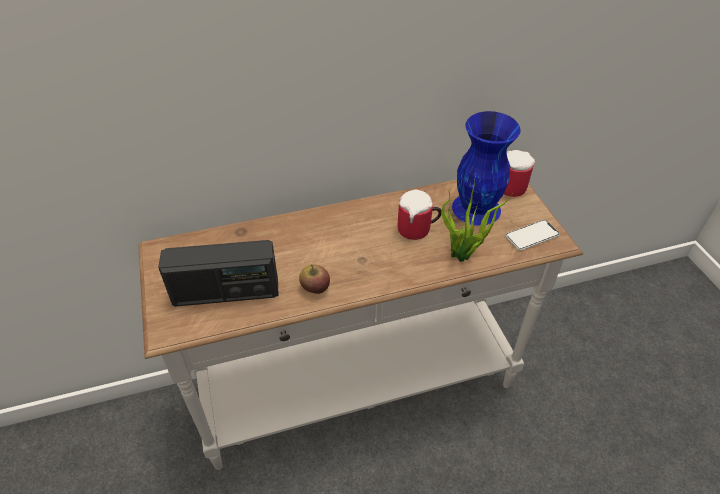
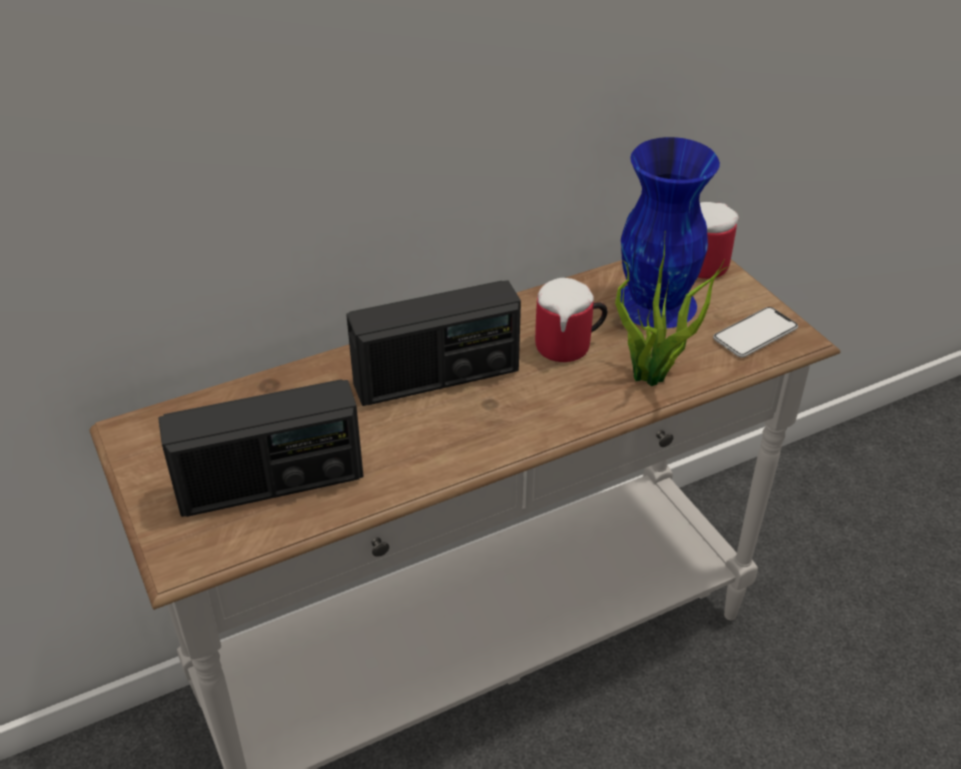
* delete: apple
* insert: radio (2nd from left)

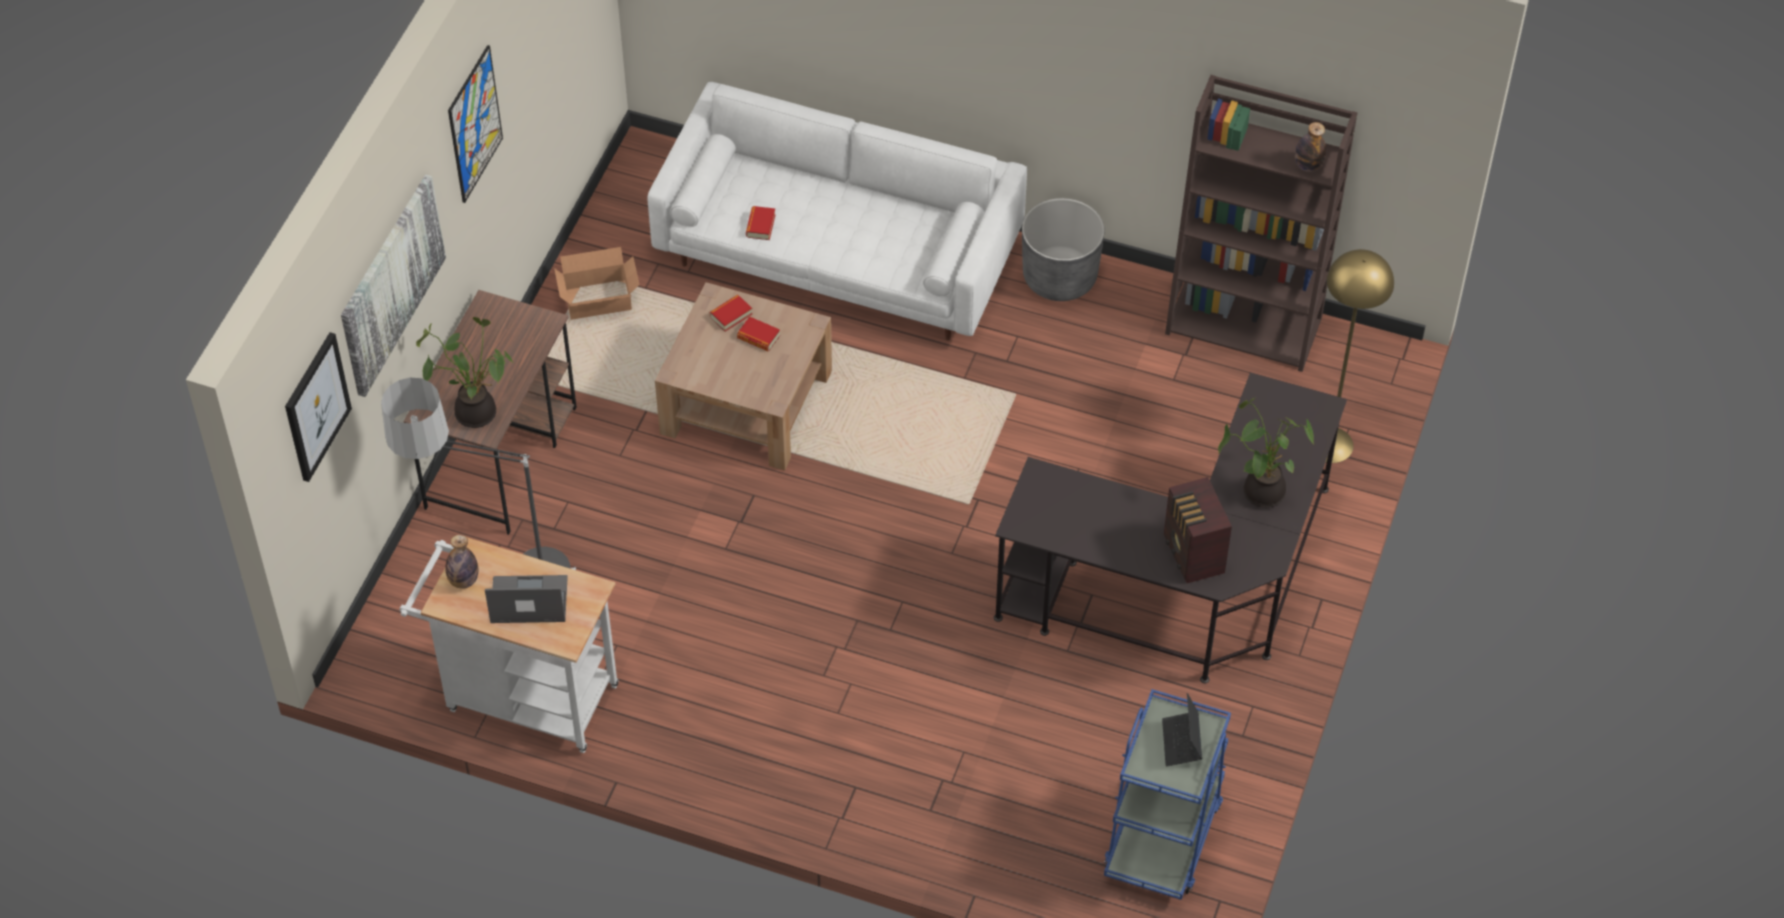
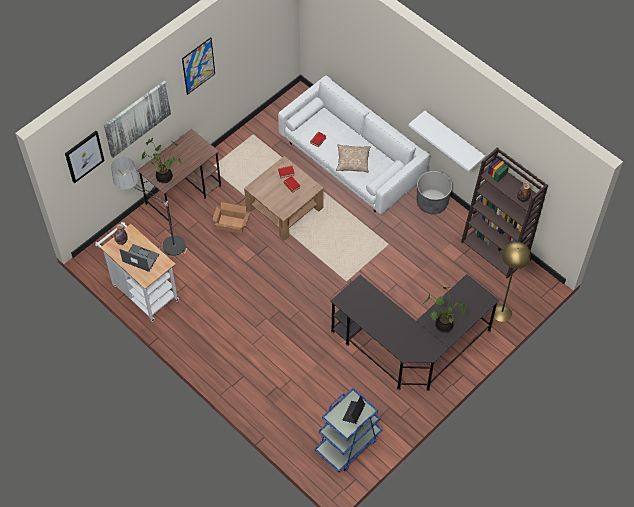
* delete: radio
* insert: pillow
* insert: white_shelf
* move: carton

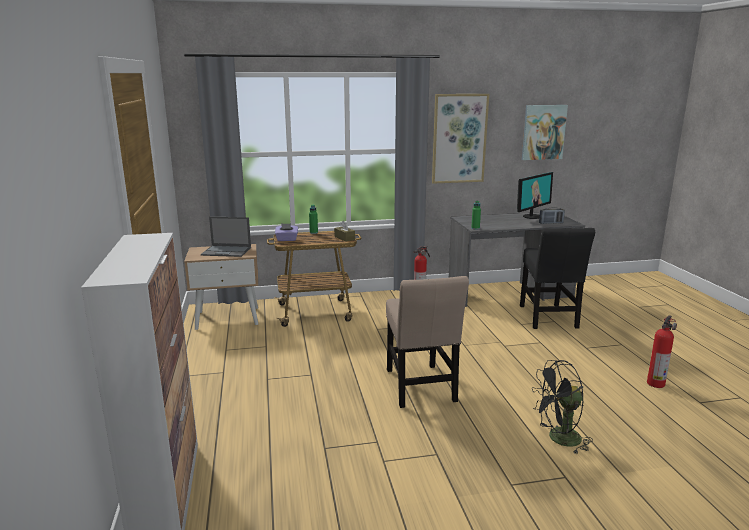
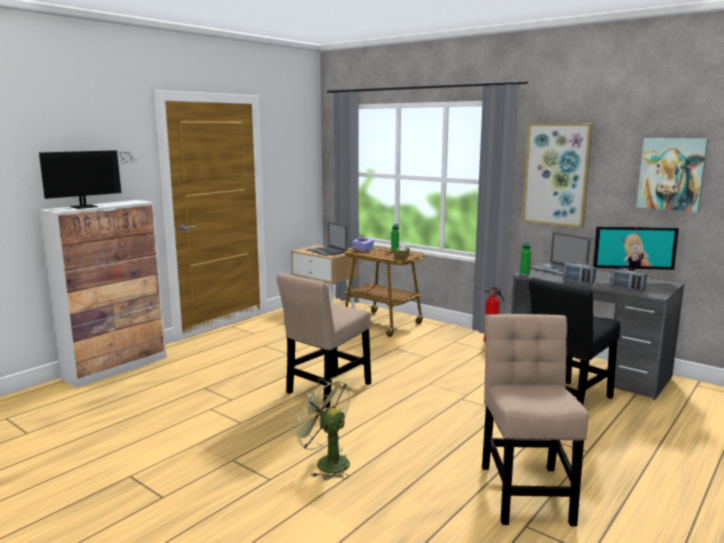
* insert: computer_display (1st from left)
* insert: portable_computer (2nd from left)
* insert: radio (1st from left)
* replace: fire_extinguisher (2nd from left) to sand-coloured_chair (2nd from left)
* recolor: black-coloured_fan to green_fan

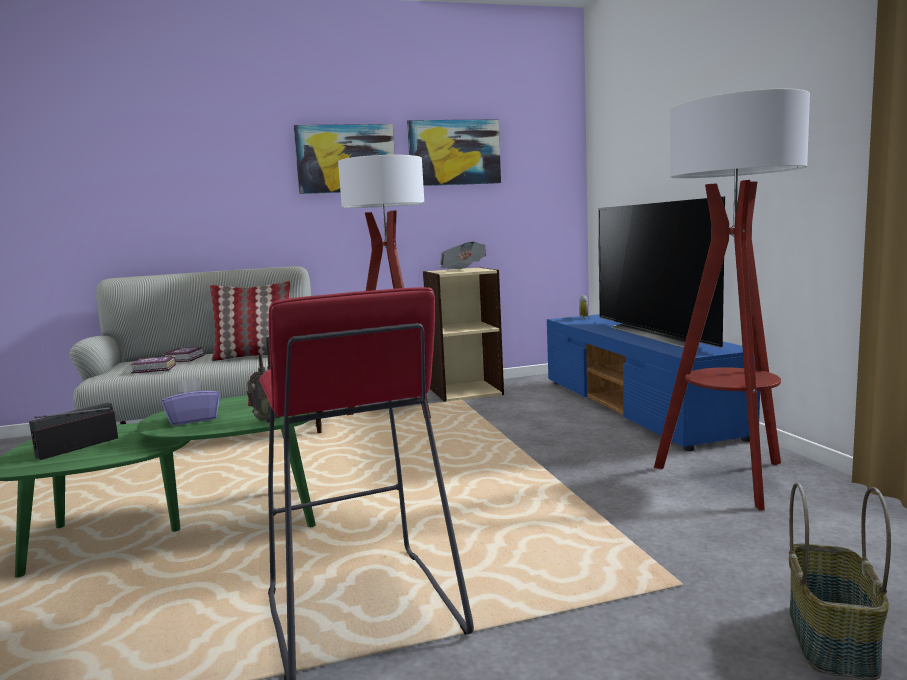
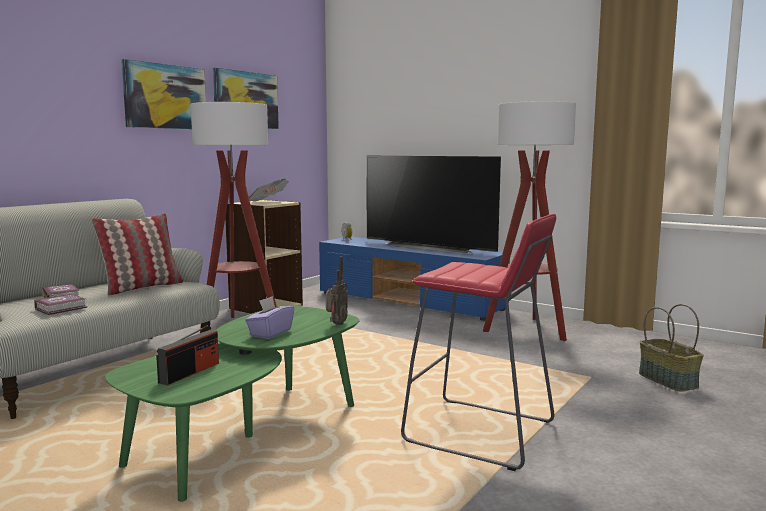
* rotate: radio (1st from left) 150 degrees counterclockwise

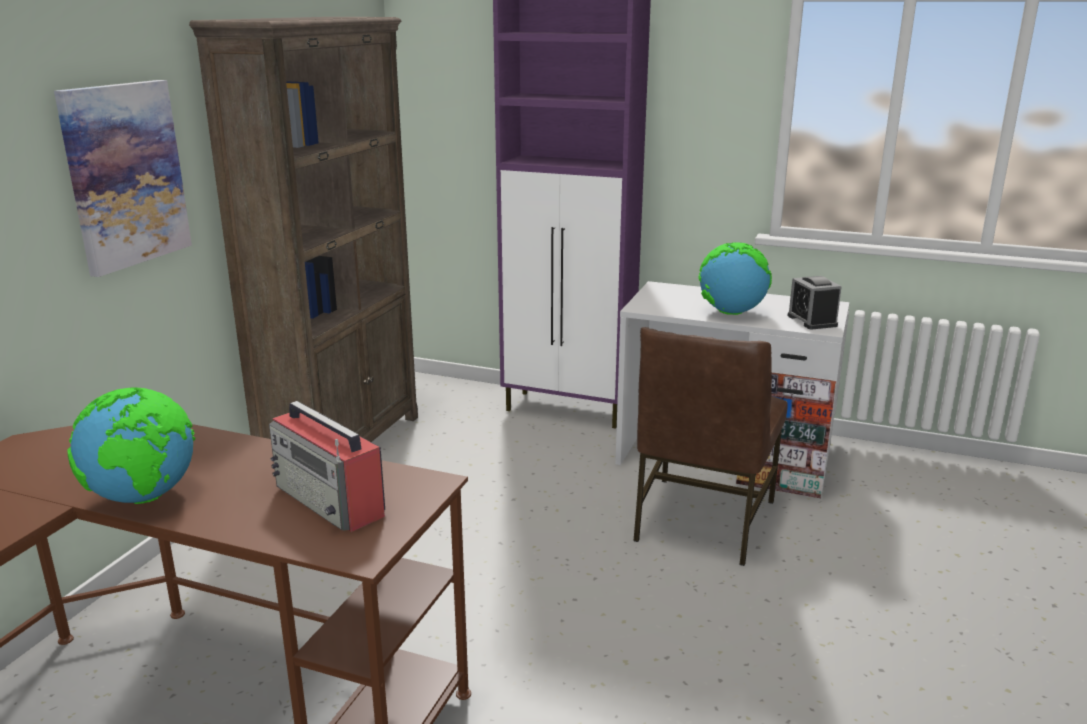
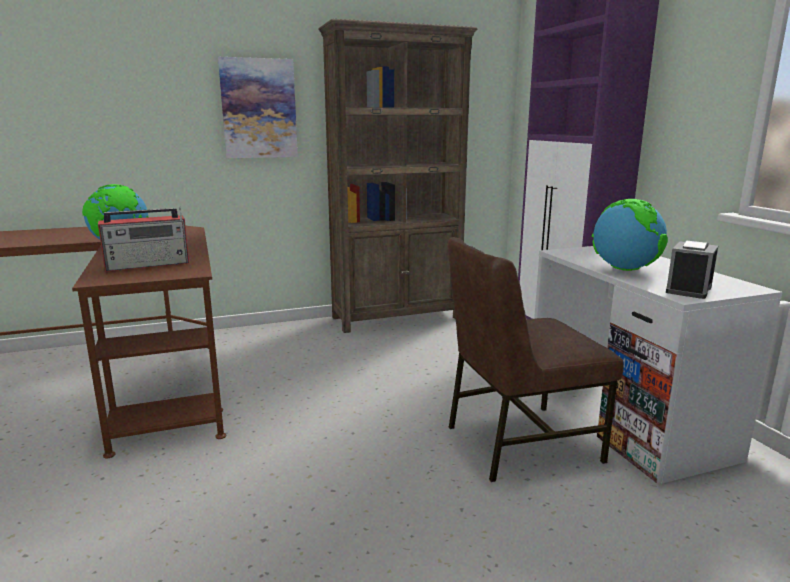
* rotate: radio 120 degrees counterclockwise

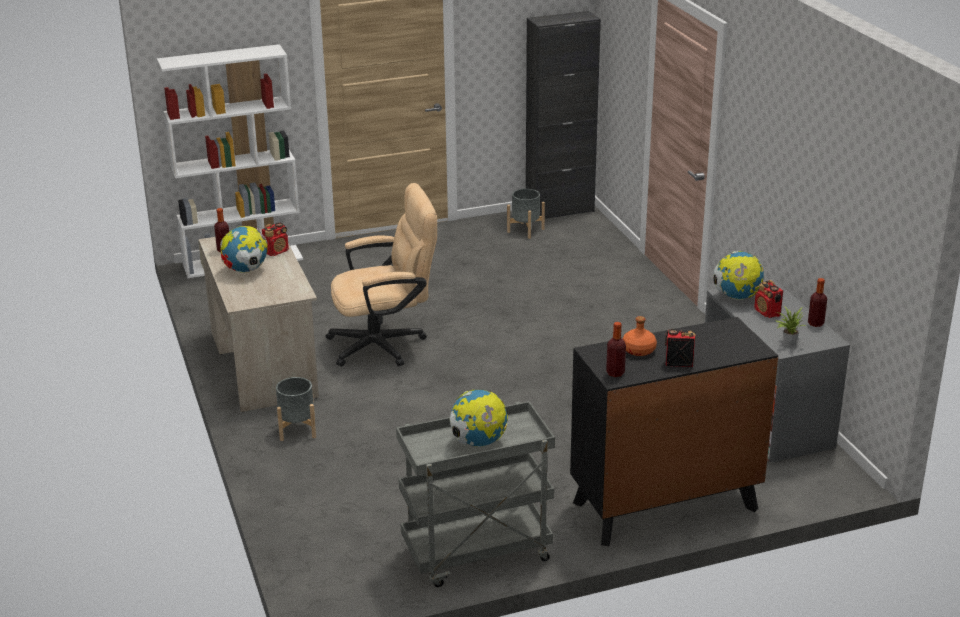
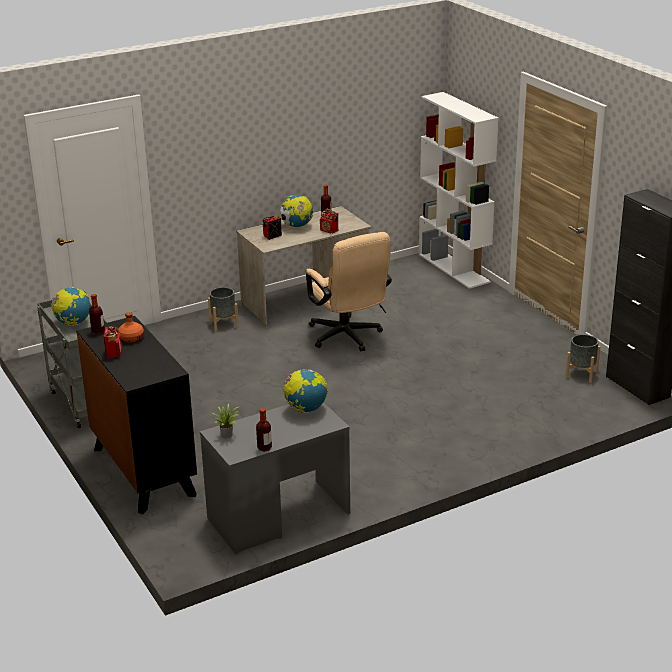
* move: radio (3rd from left in the first image) to radio (2nd from left)

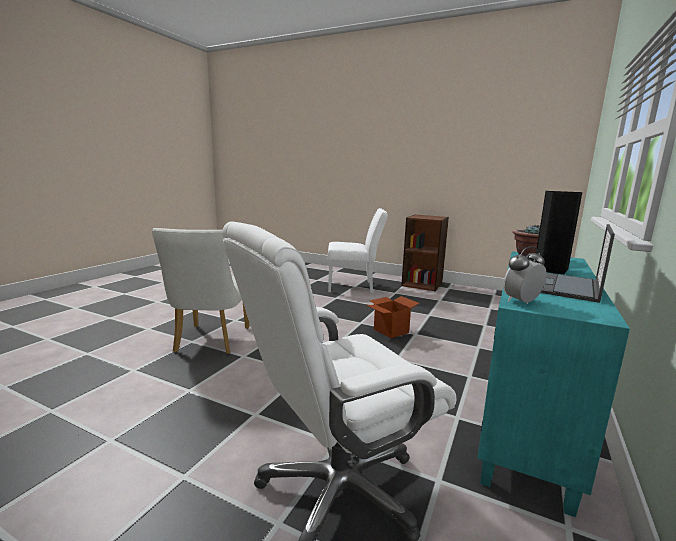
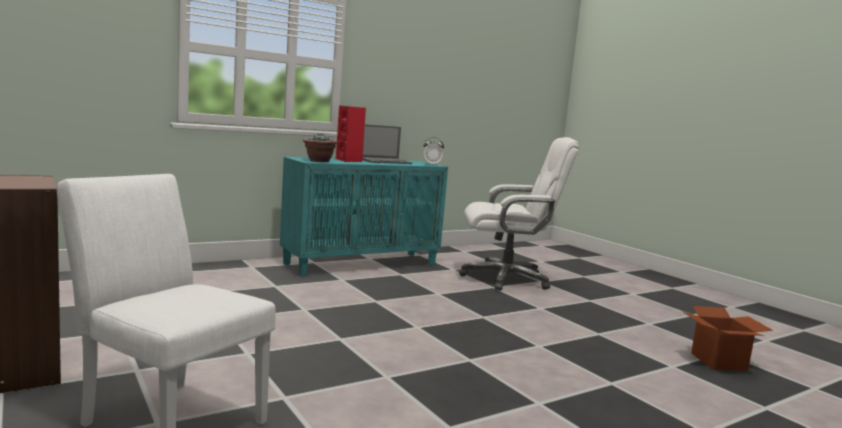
* delete: white_chair (1st from left)
* move: carton
* recolor: black-coloured_loudspeaker to red_loudspeaker

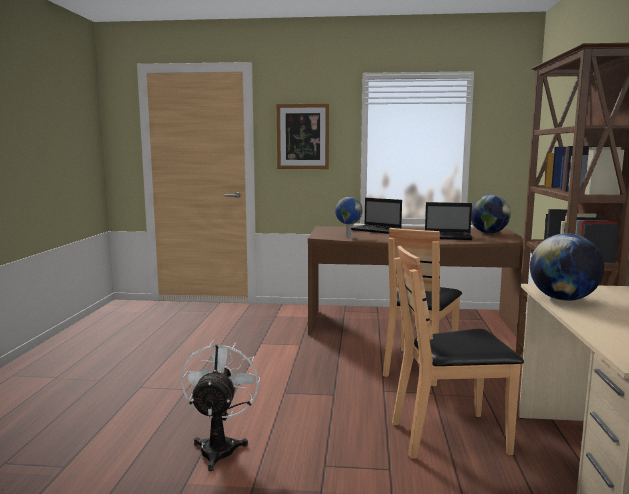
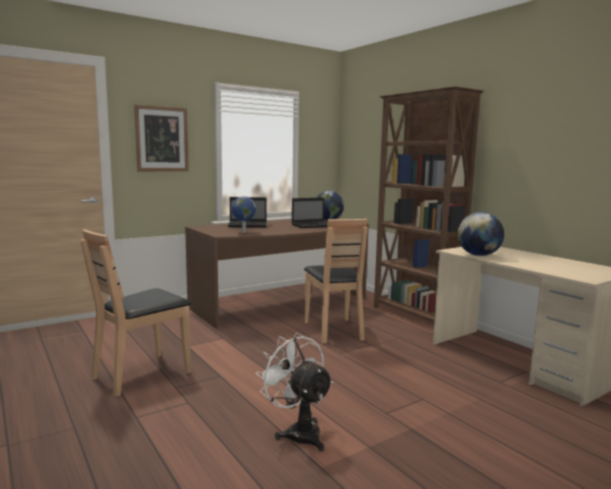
* move: brown_chair (2nd from left in the first image) to brown_chair (1st from left)

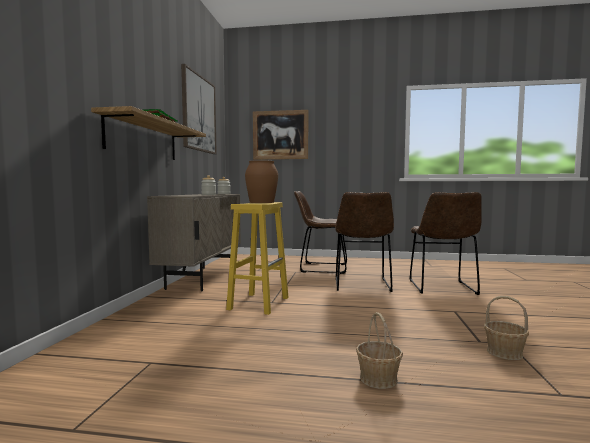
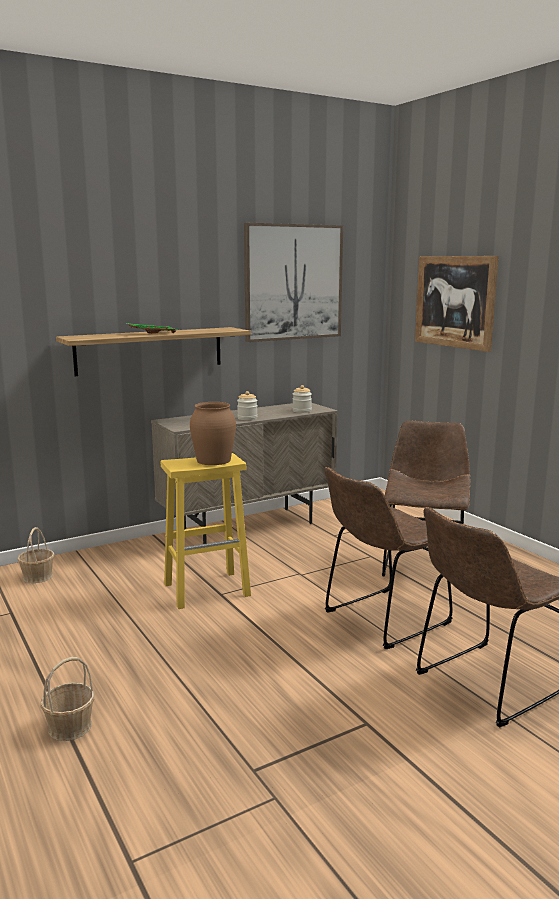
* move: storage_basket (2nd from left in the first image) to storage_basket (1st from left)
* rotate: brown_chair (1st from left in the first image) 45 degrees clockwise

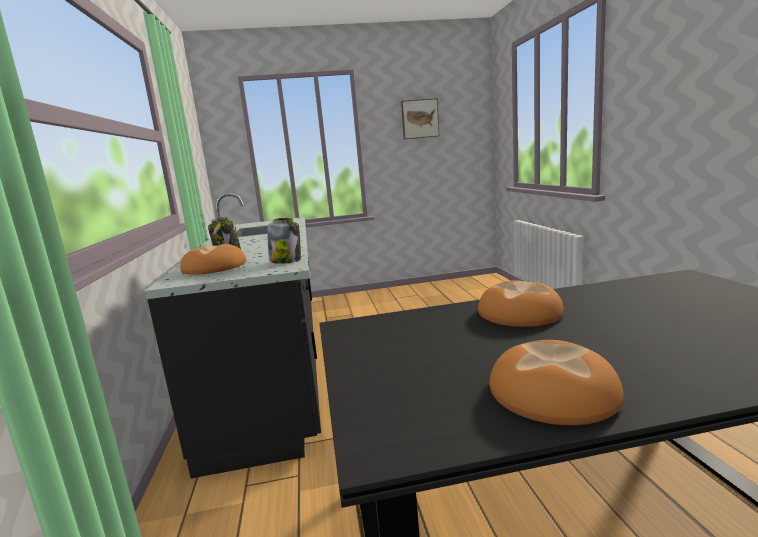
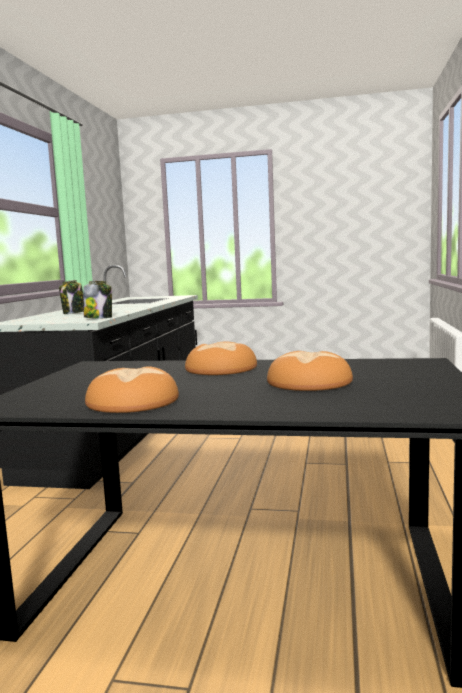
* delete: wall_art
* move: bakery_bread (1st from left in the first image) to bakery_bread (3rd from left)

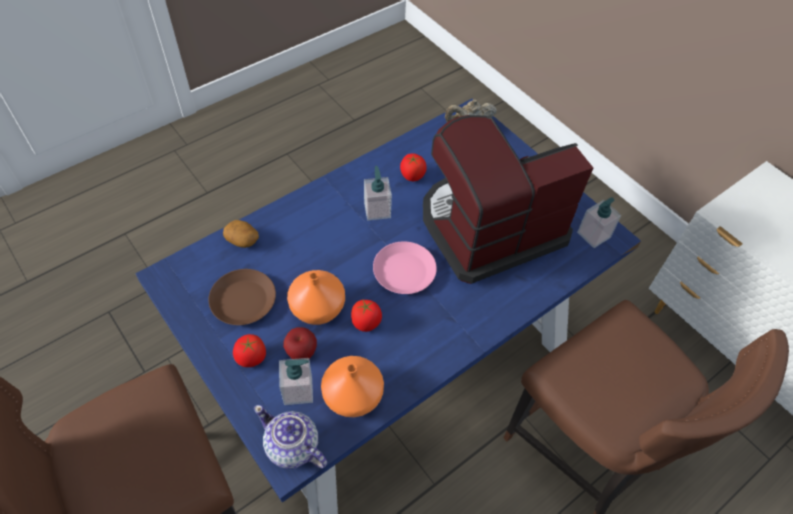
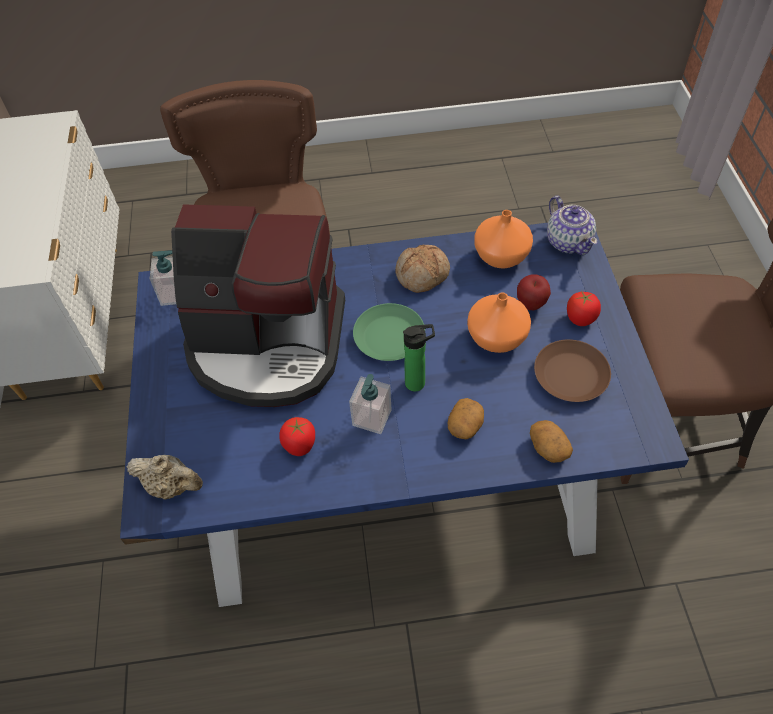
* delete: soap_bottle (1st from left)
* delete: whole_tomato (2nd from left)
* insert: bakery_bread
* insert: bottle
* insert: whole_potato (1st from left)
* recolor: pink_flat_dish to green_flat_dish

